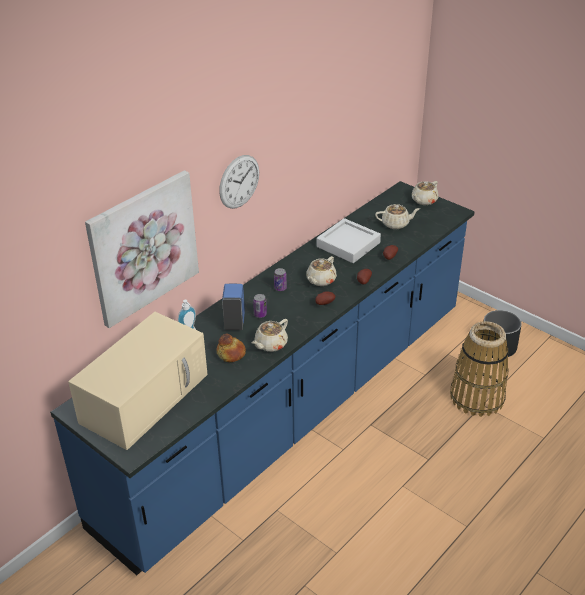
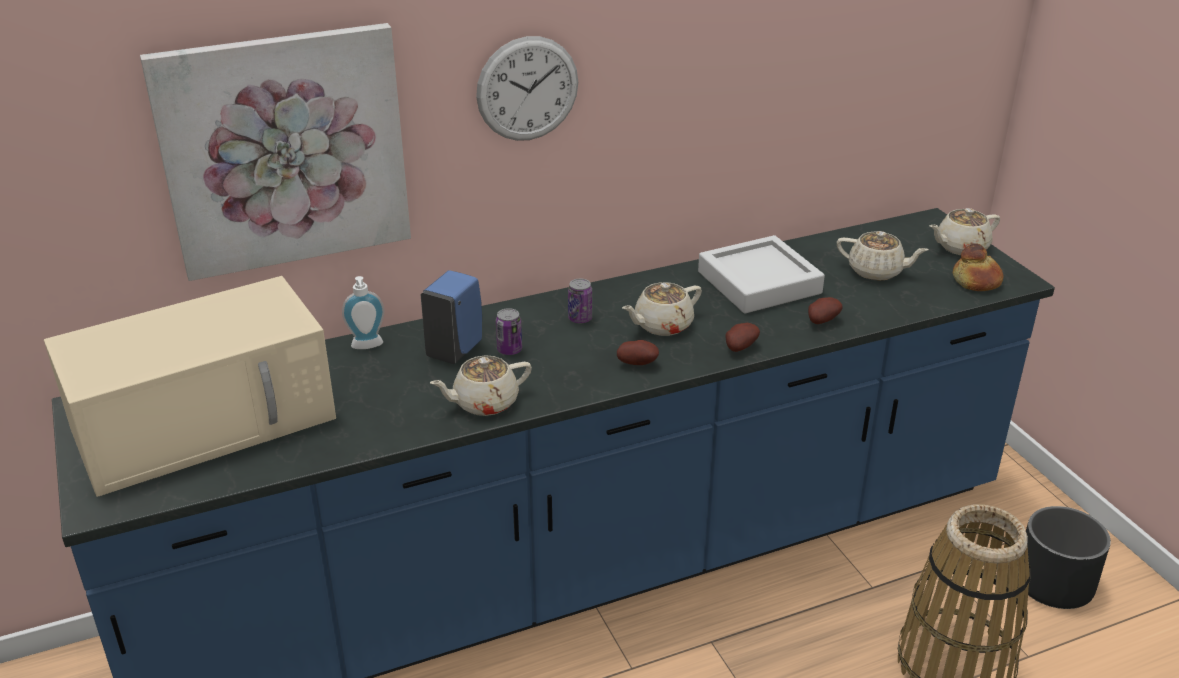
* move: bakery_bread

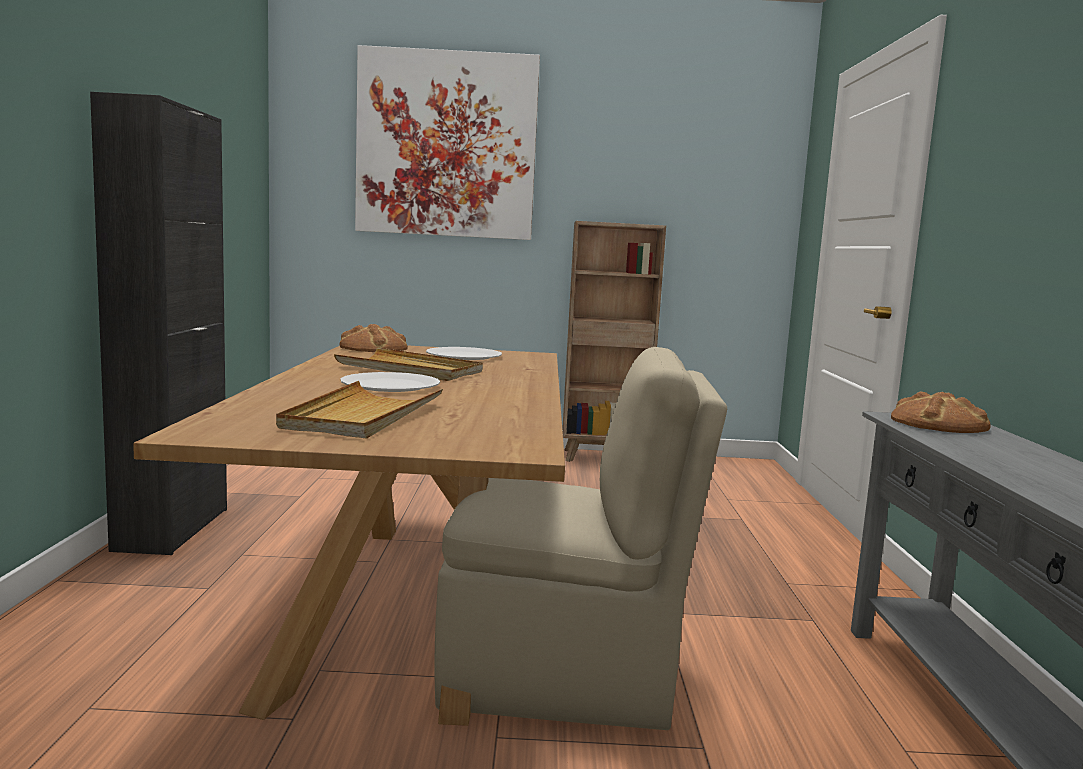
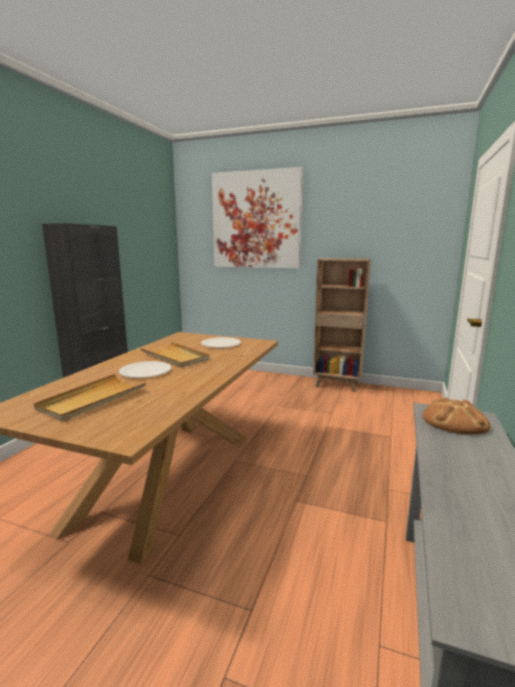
* delete: bakery_bread (1st from left)
* delete: sand-coloured_chair

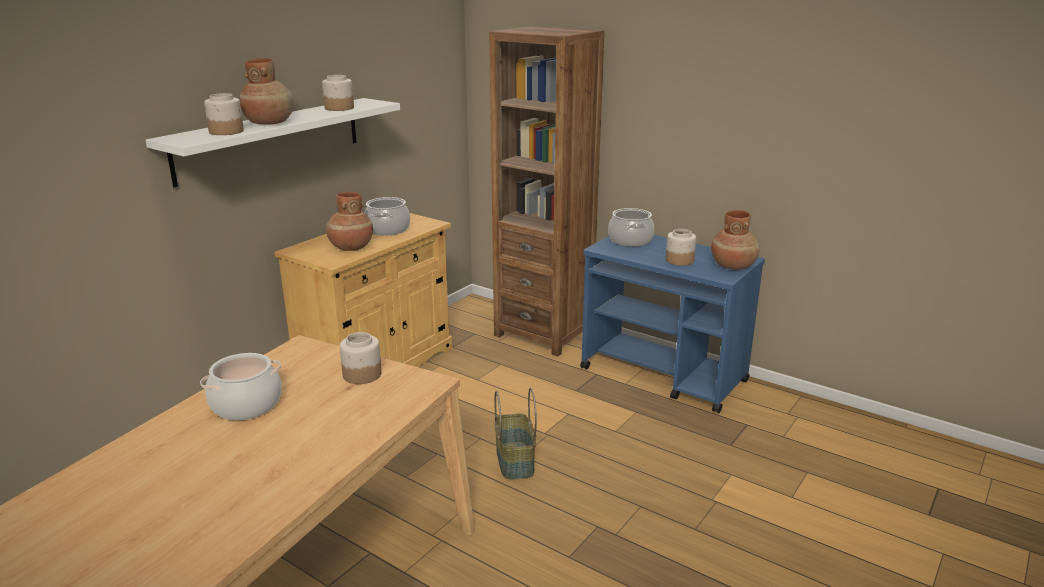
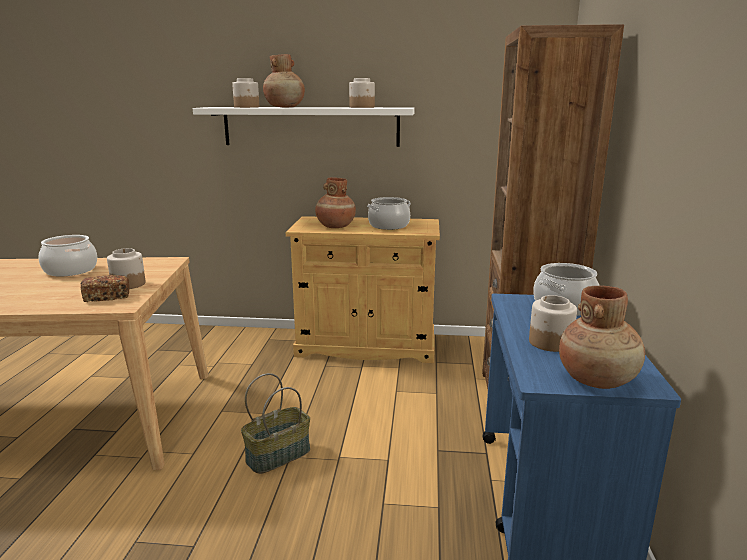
* insert: bakery_bread

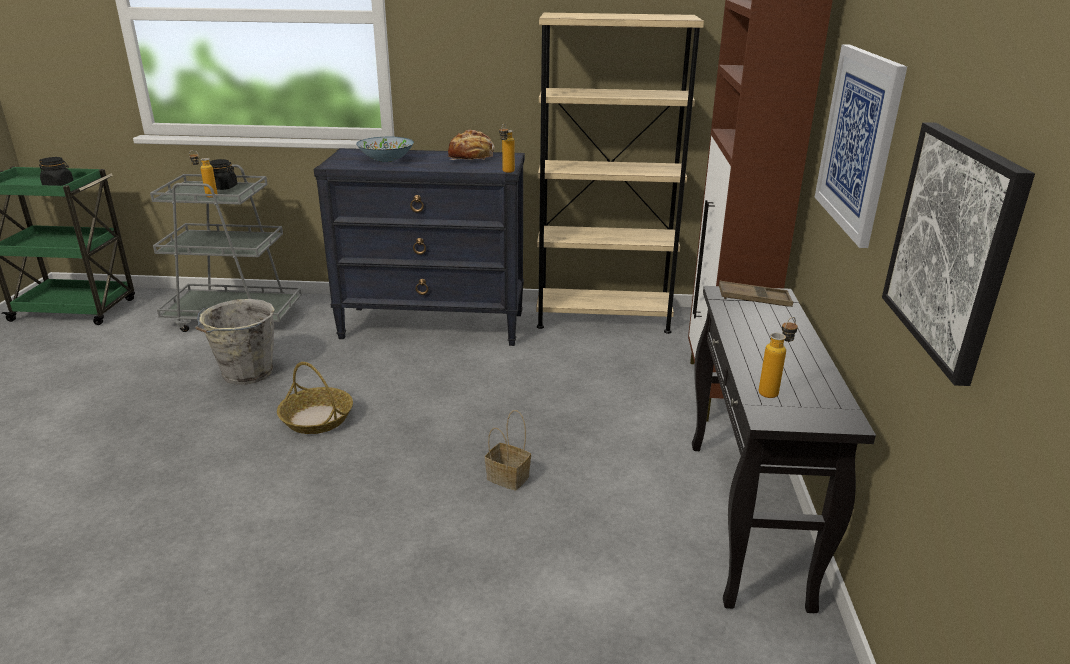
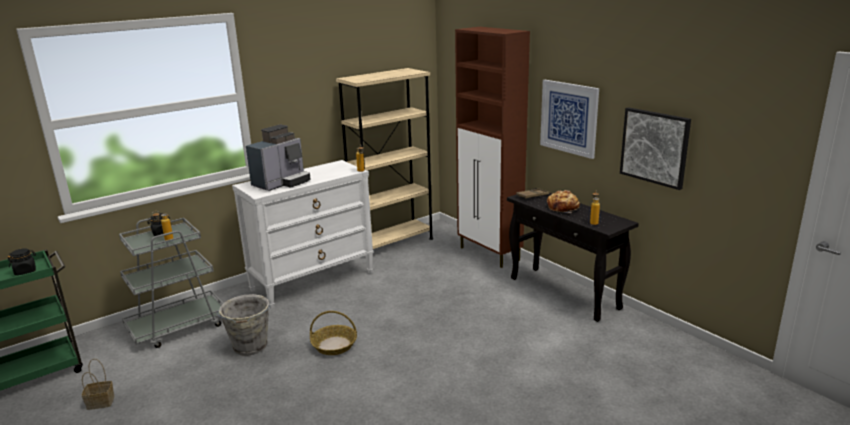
* move: bakery_bread
* move: storage_basket (2nd from left in the first image) to storage_basket (1st from left)
* replace: deep_dish to coffee_machine
* recolor: black-coloured_dresser to white_dresser

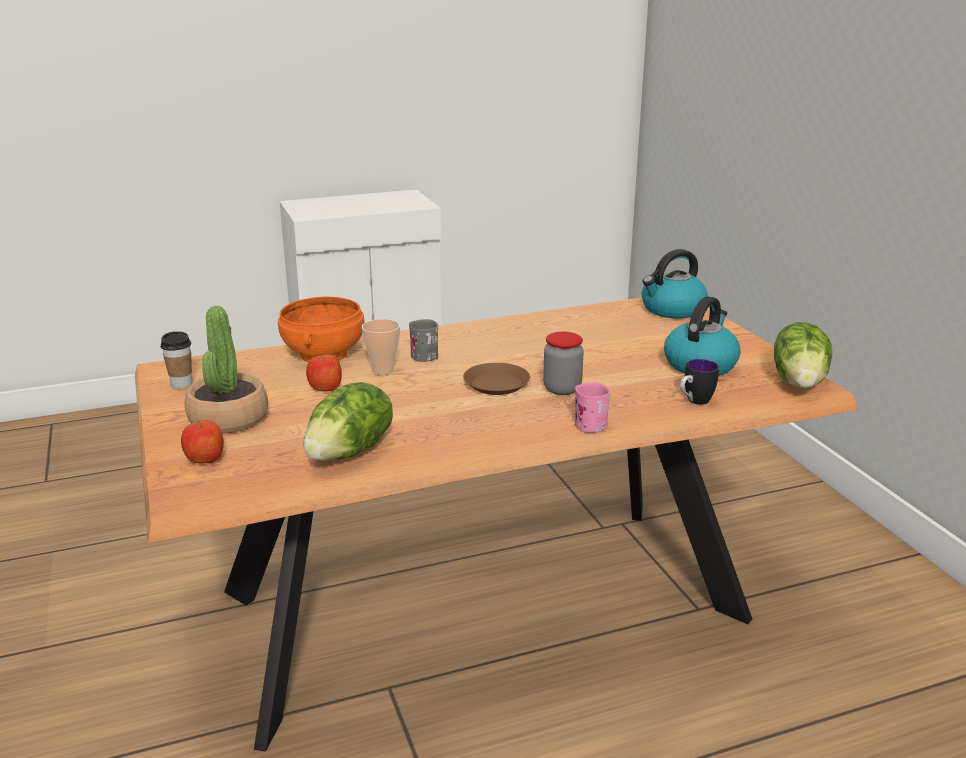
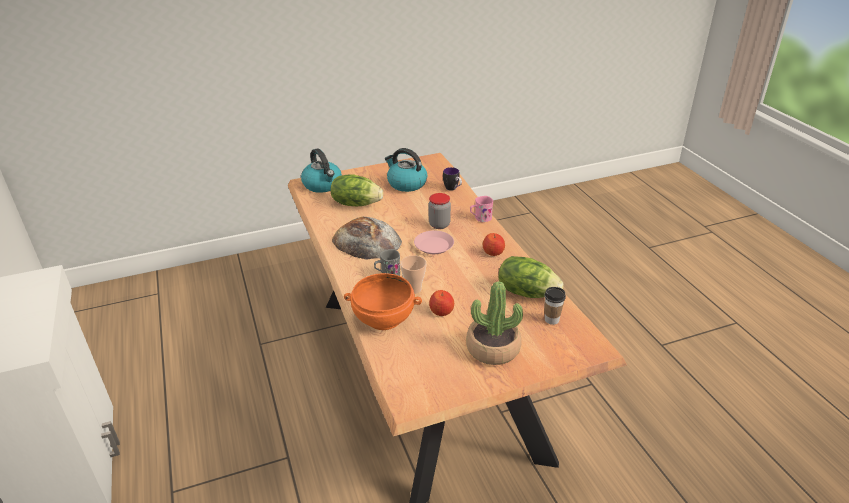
* insert: bakery_bread
* move: drinking_cup (1st from left in the first image) to drinking_cup (2nd from left)
* move: apple (1st from left in the first image) to apple (2nd from left)
* move: head_of_lettuce (2nd from left in the first image) to head_of_lettuce (1st from left)
* recolor: brown_flat_dish to pink_flat_dish

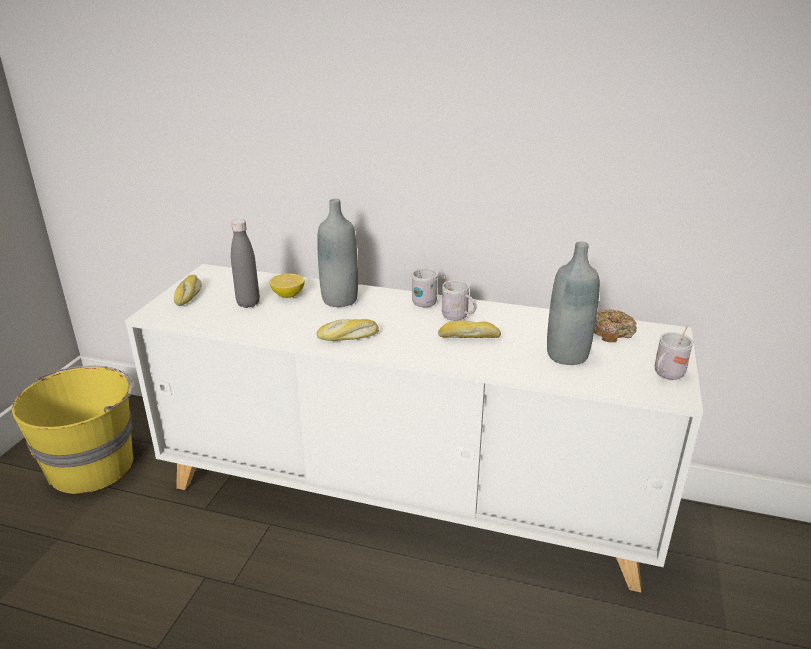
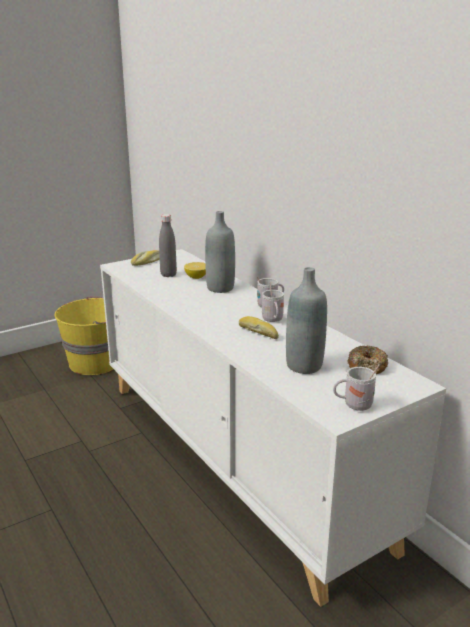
* delete: bakery_bread (2nd from left)

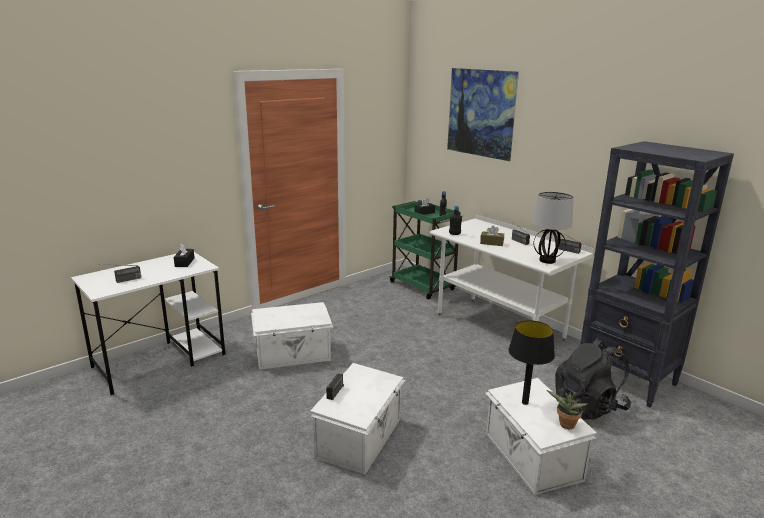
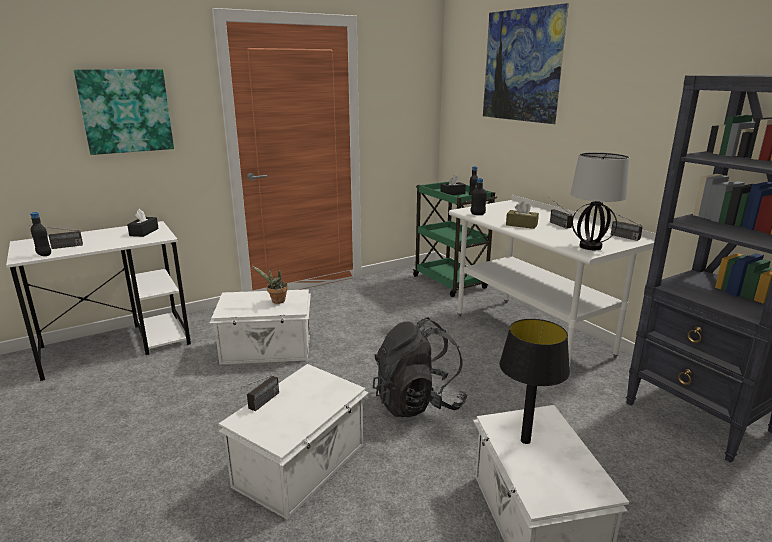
* insert: black-coloured_bottle (1st from left)
* insert: wall_art (1st from left)
* move: plant_in_a_pot
* move: black-coloured_rucksack

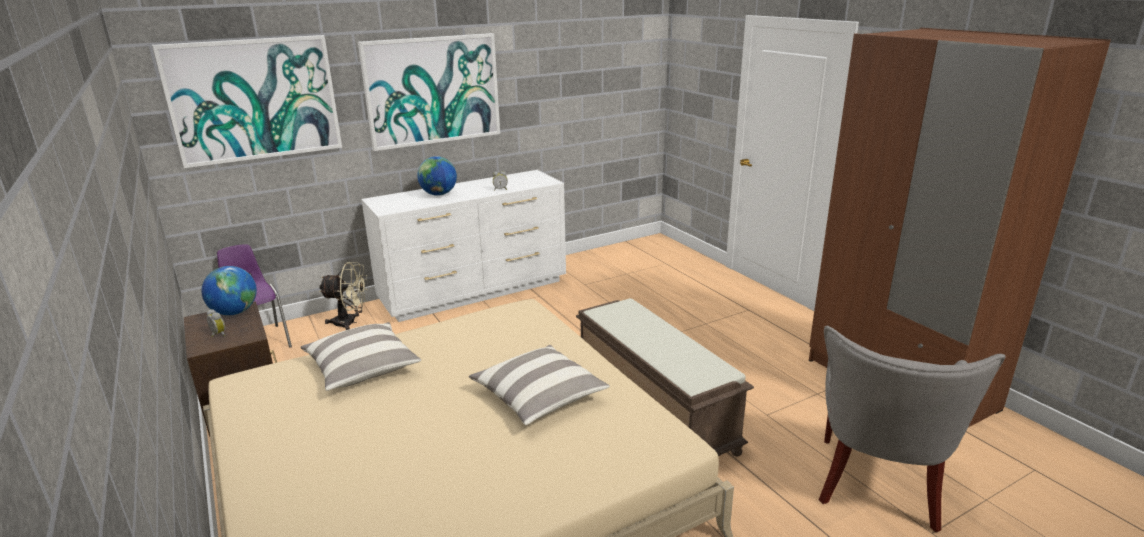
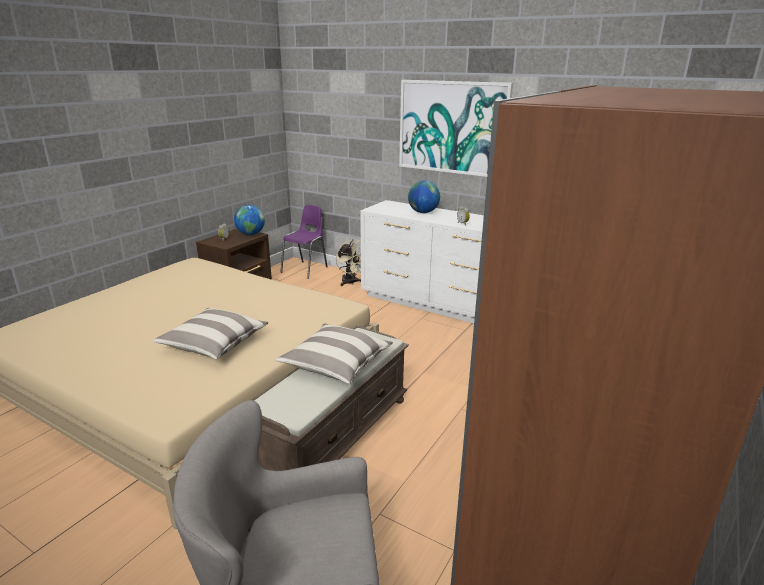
* delete: wall_art (1st from left)
* move: pillow (1st from left in the first image) to pillow (2nd from left)

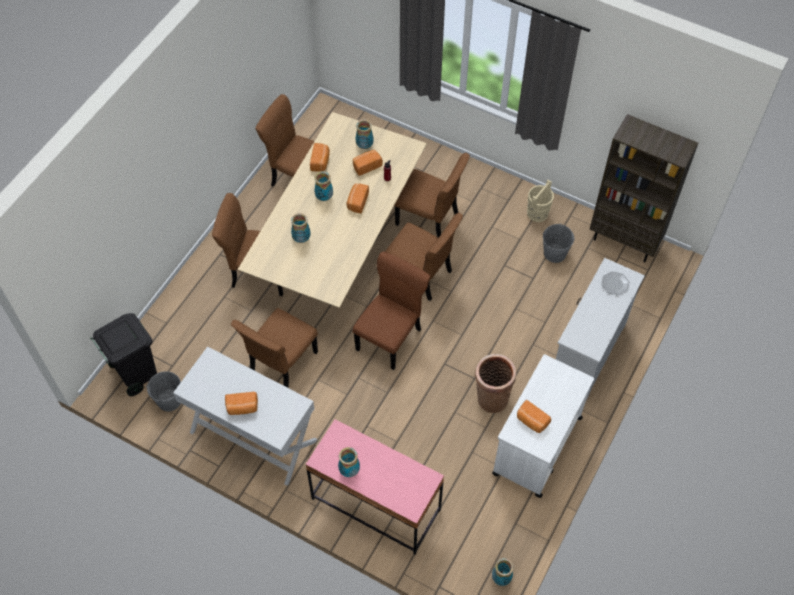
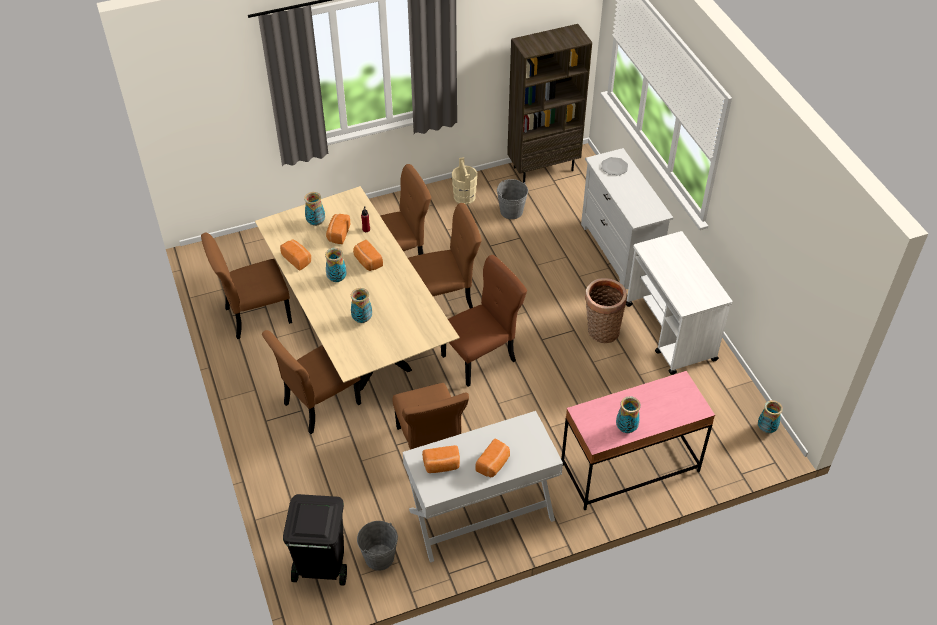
* move: bakery_bread (5th from left in the first image) to bakery_bread (4th from left)
* rotate: brown_chair (4th from left in the first image) 75 degrees clockwise

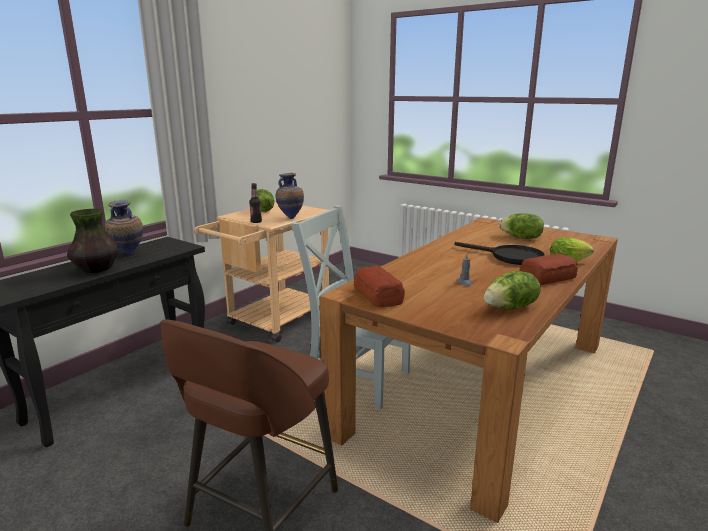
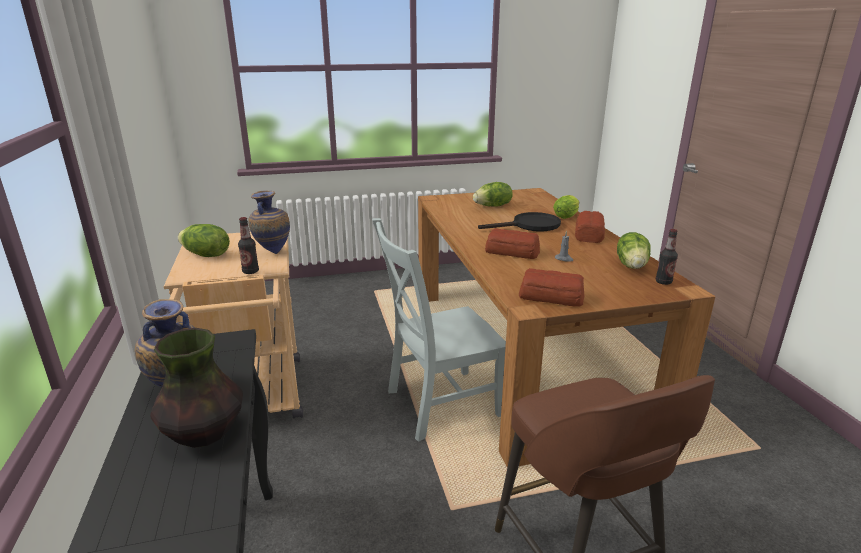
* insert: bakery_bread (1st from left)
* insert: bottle (2nd from left)

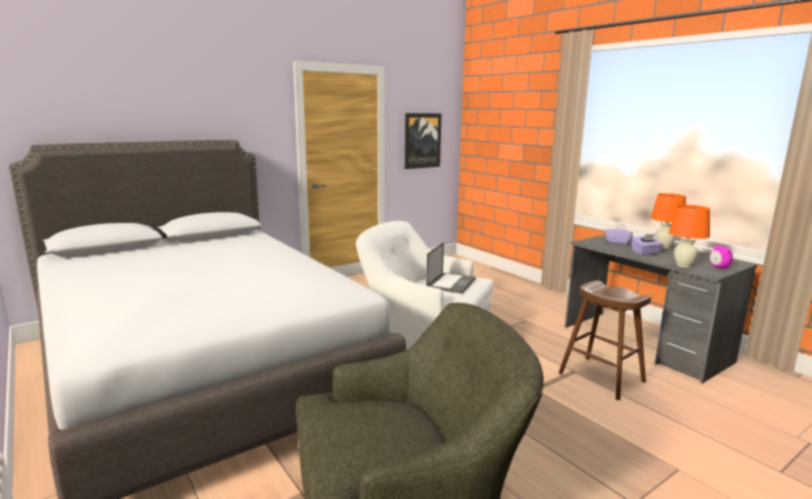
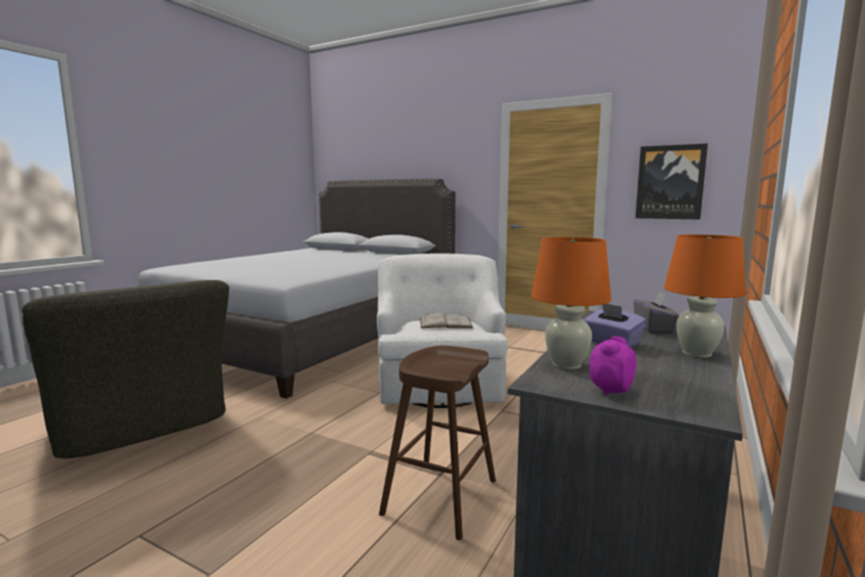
* replace: portable_computer to white_volume
* recolor: purple-coloured_tissue_holder (1st from left) to gray_tissue_holder

